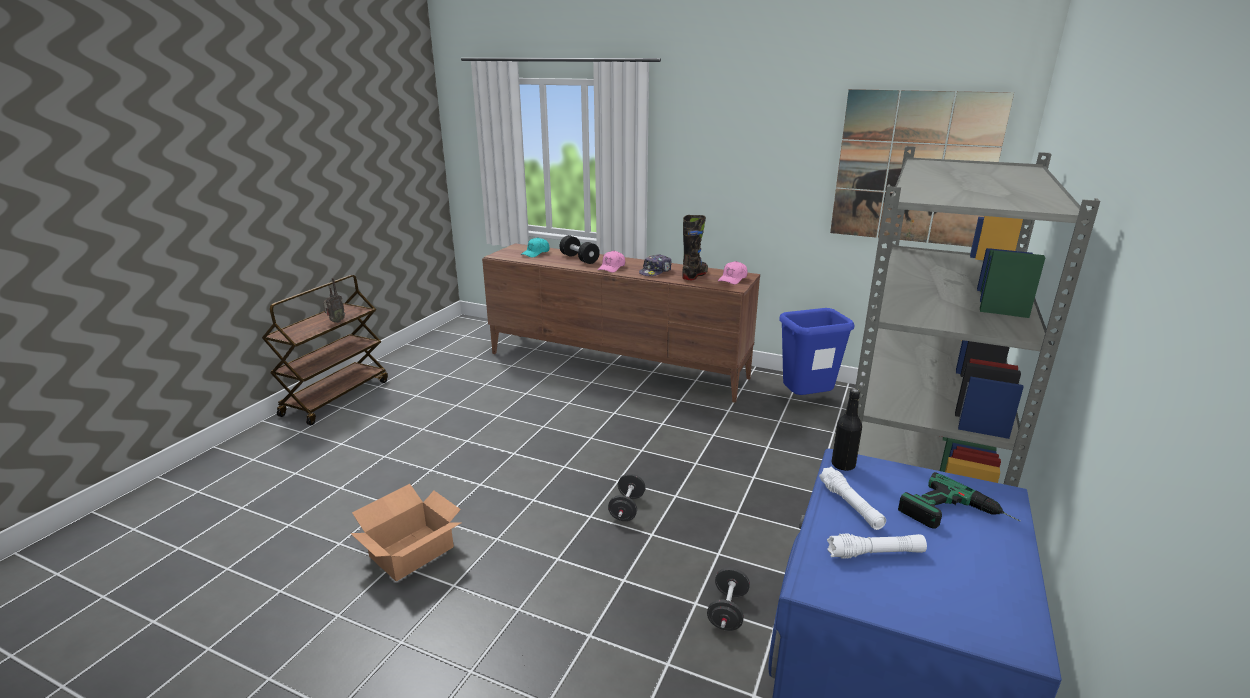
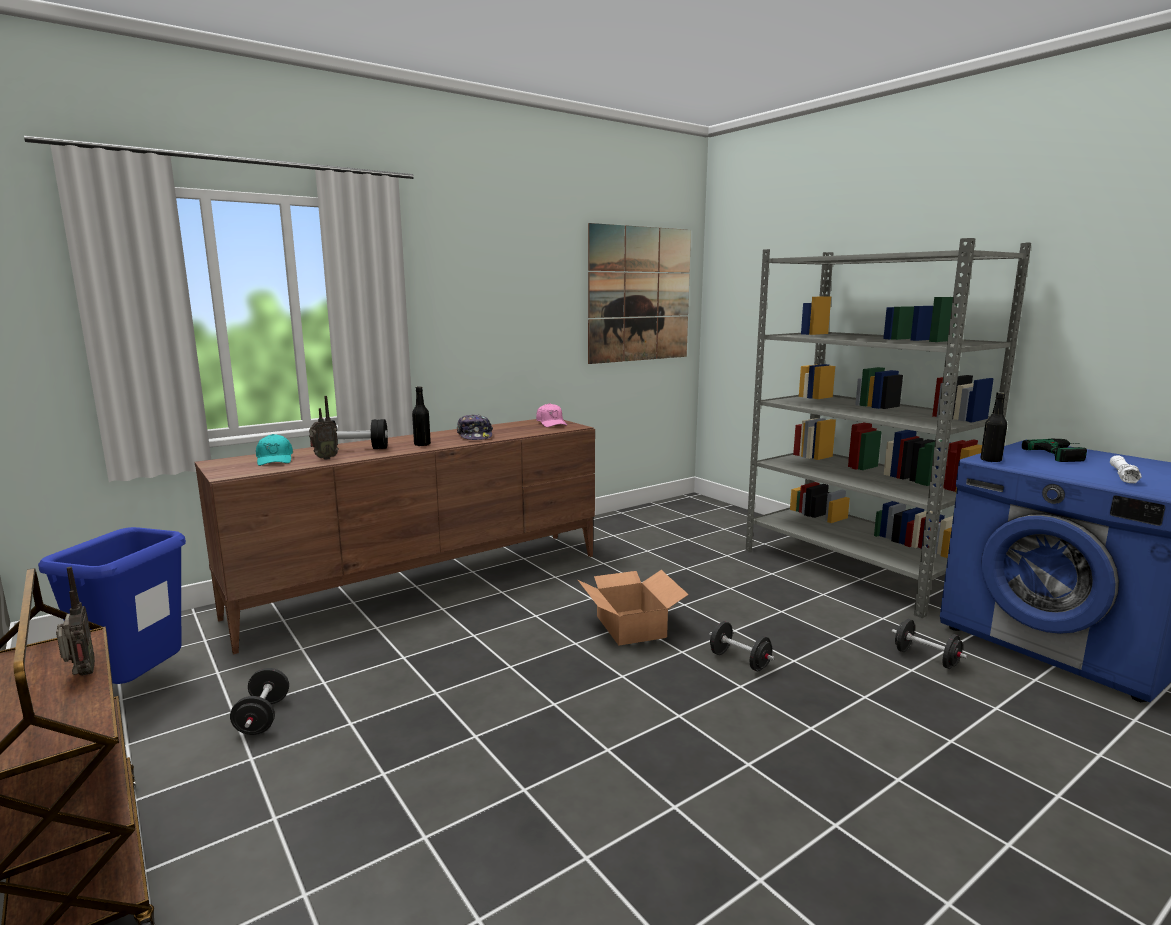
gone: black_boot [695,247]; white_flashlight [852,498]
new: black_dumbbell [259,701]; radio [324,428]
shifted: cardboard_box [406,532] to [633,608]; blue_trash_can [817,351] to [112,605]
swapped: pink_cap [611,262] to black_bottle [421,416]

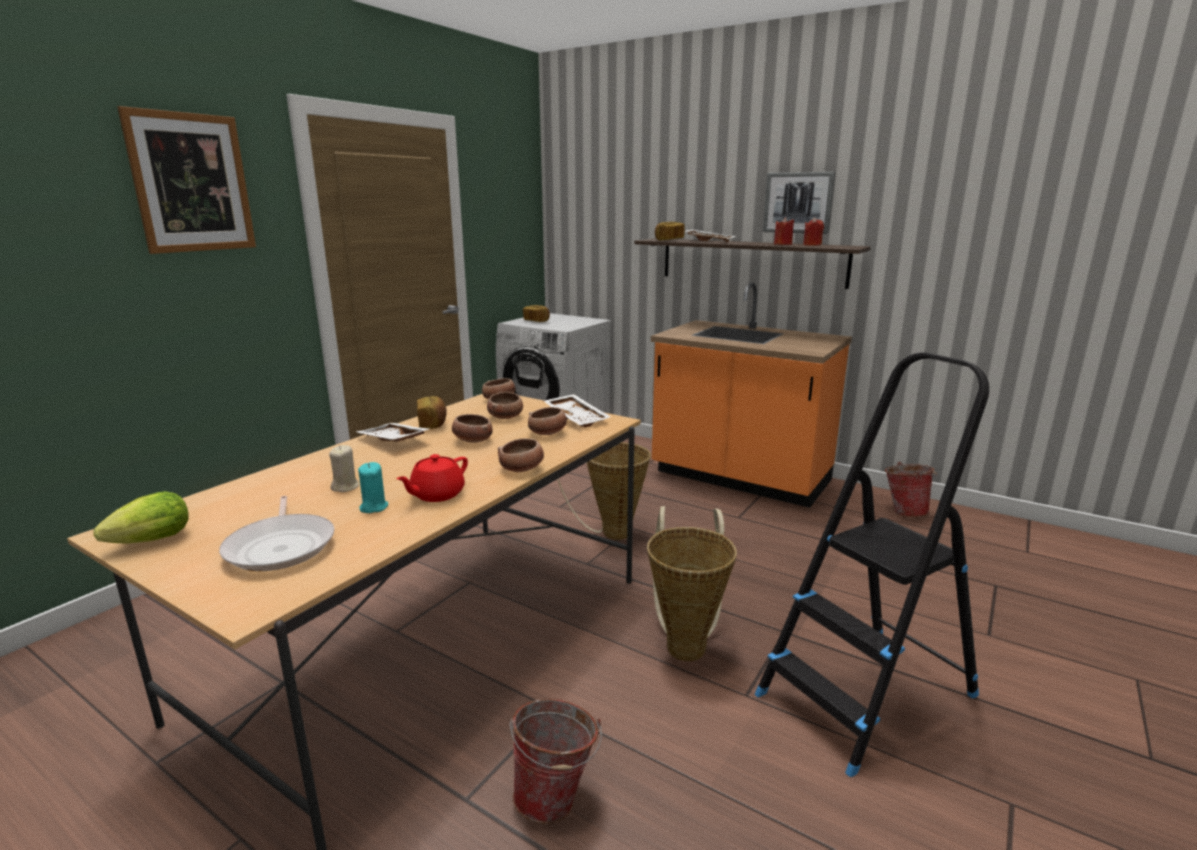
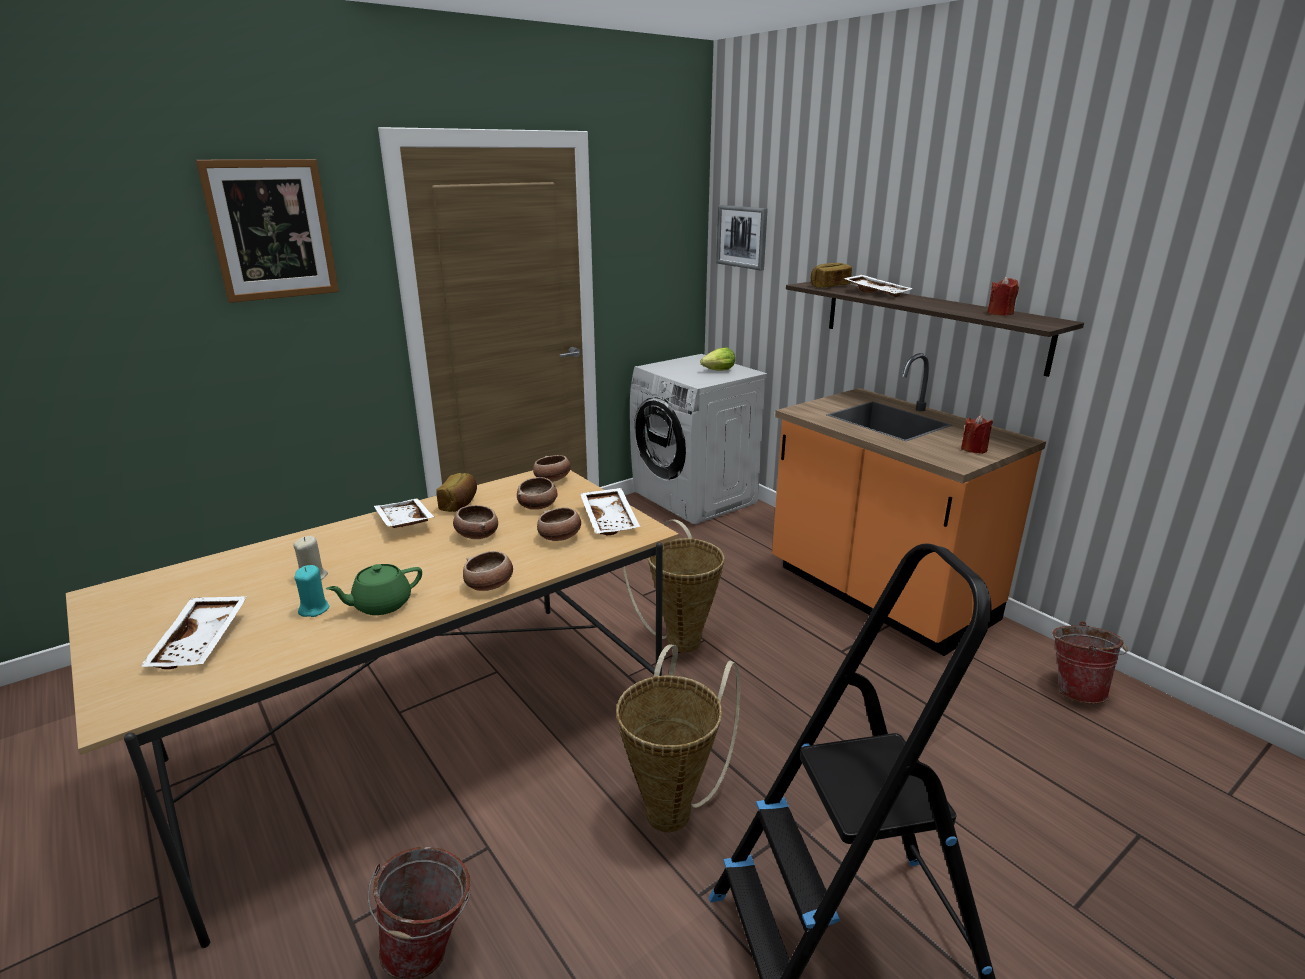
gone: bread [536,313]
shifted: lettuce [141,517] to [717,359]; picture [799,203] to [742,238]; red_candle [784,231] to [977,434]
swapped: frying_pan [276,533] to white_tray [193,632]
repainted: red_teapot [432,478] to green_teapot [374,589]

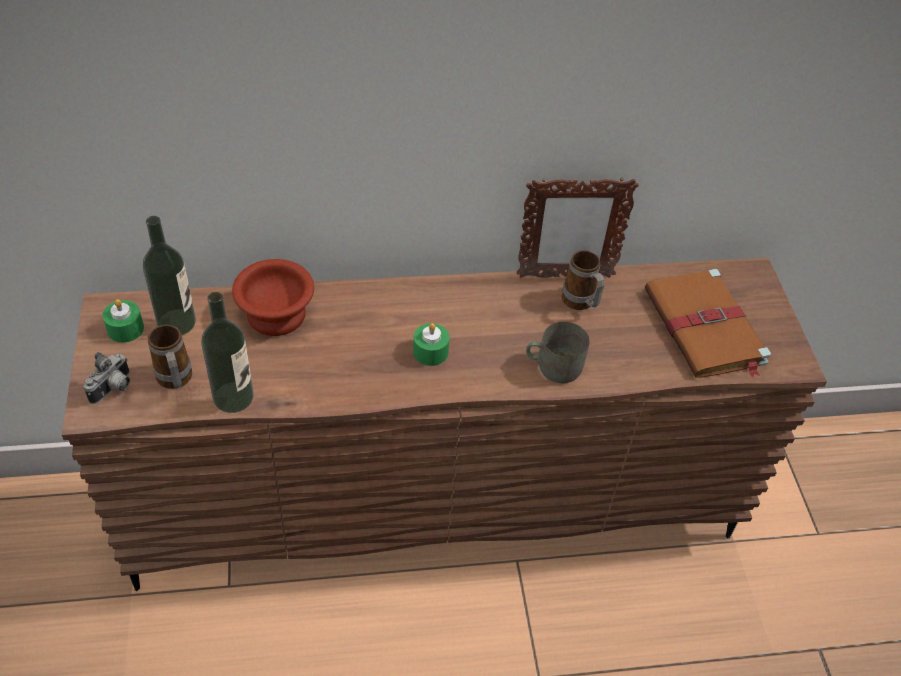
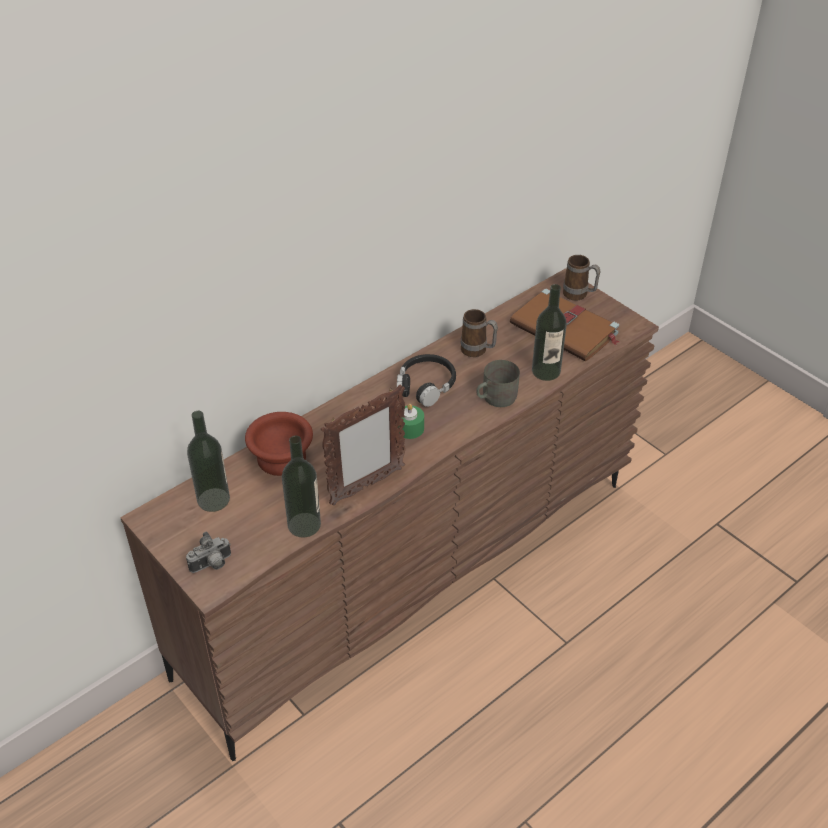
gone: green_candle [123,321]
new: black_headphones [426,380]; bottle [549,332]
shifted: mug [170,357] to [582,278]; picture_frame [578,227] to [362,445]
rotated: photo_camera [106,378] = [208,552] 60 degrees clockwise

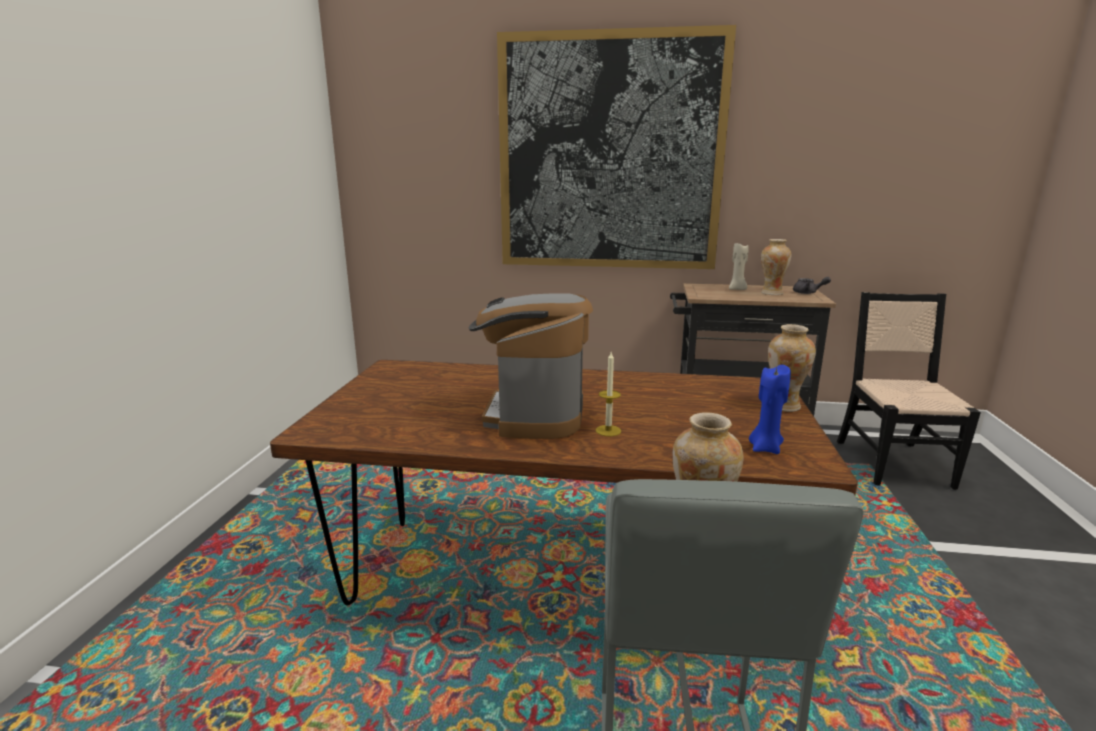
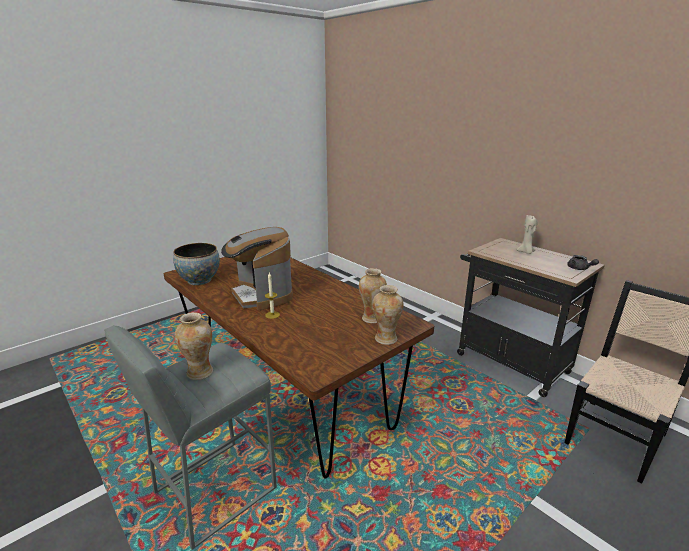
gone: picture [616,147]; blue_candle [770,409]
new: bowl [196,264]
shifted: vase [776,267] to [373,295]
rotated: coffee_machine [531,366] = [257,269] 75 degrees counterclockwise

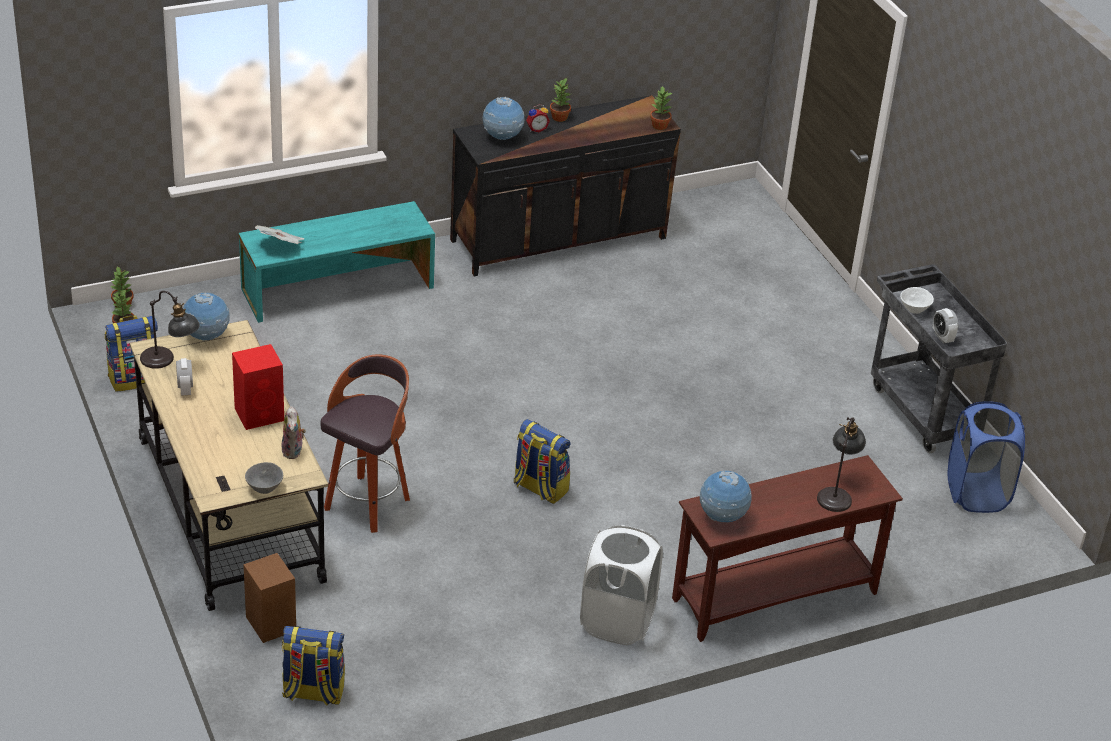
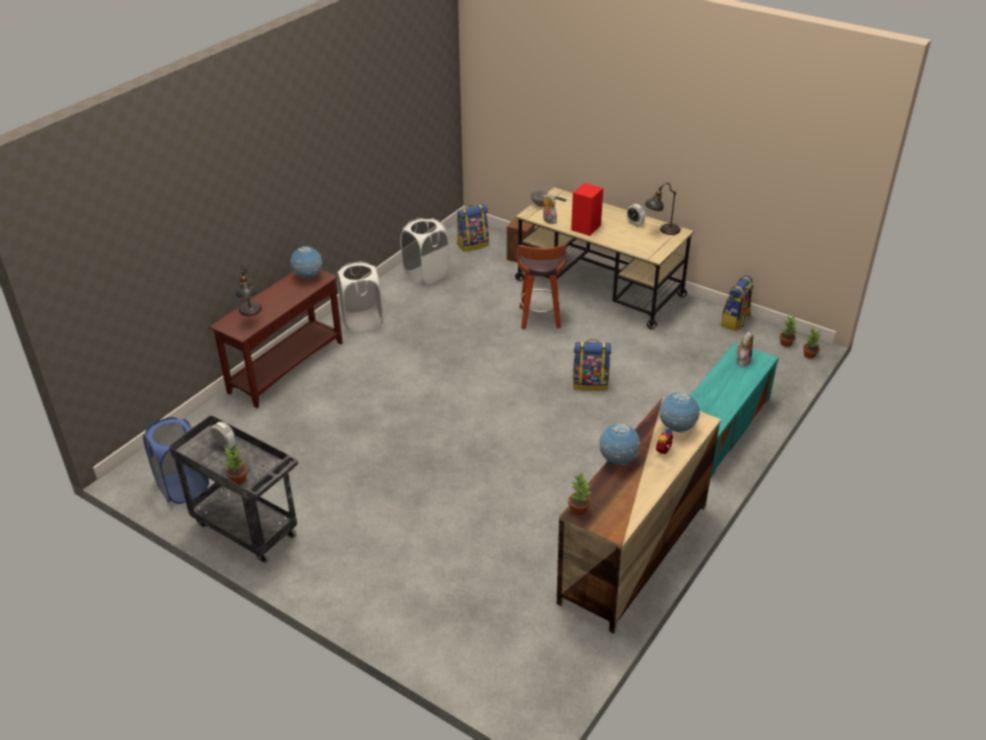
gone: white_bowl [917,300]
new: white_laundry_basket [425,251]
shifted: globe [206,317] to [619,444]; backpack [542,461] to [592,365]; potted_plant [560,100] to [236,465]
swapped: newspaper [279,234] to plush_toy [745,349]
repainted: black_cabinet [565,185] to beige_cabinet [639,515]

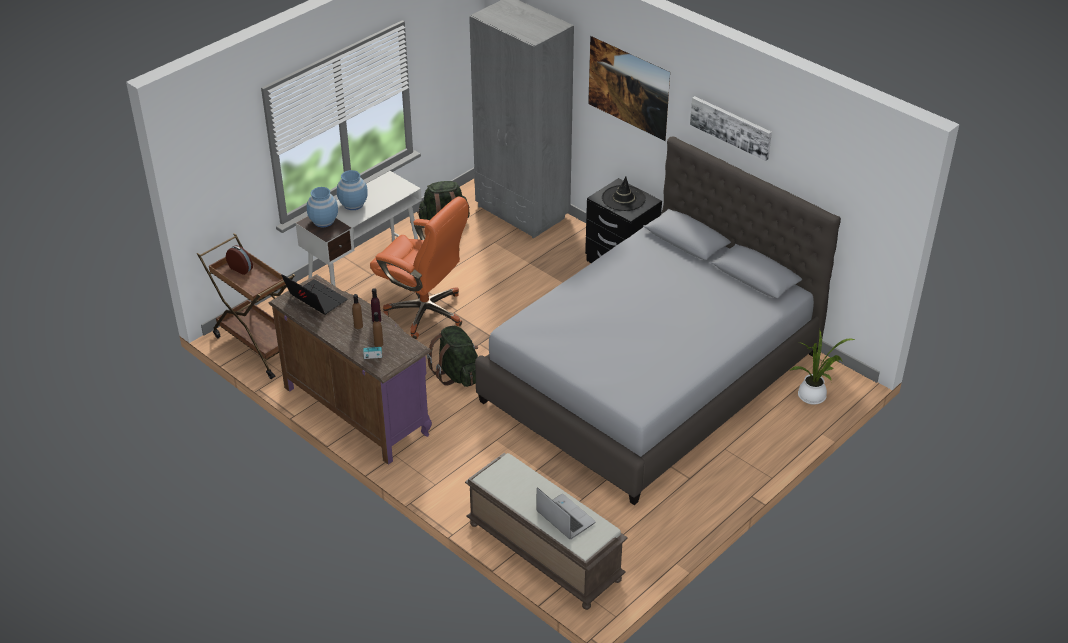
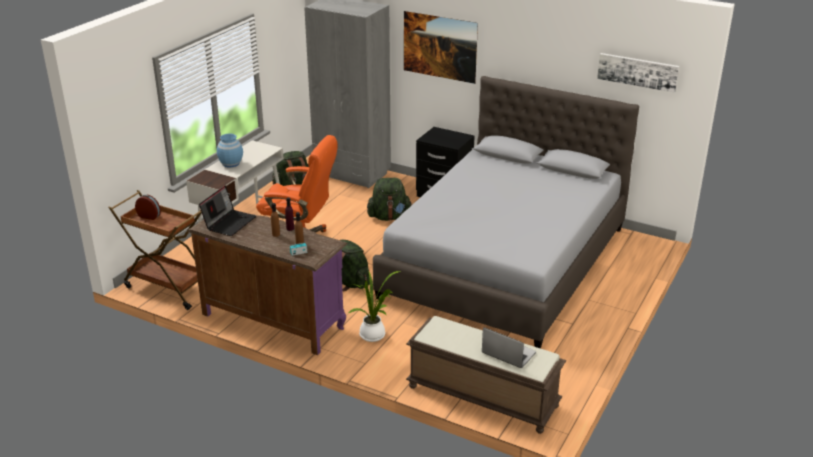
gone: blue_vase [322,207]; black_hat [624,193]
new: green_backpack [389,199]
shifted: picture [731,128] to [638,73]; potted_plant [822,367] to [375,306]
rotated: laptop [314,294] = [227,210] 90 degrees clockwise

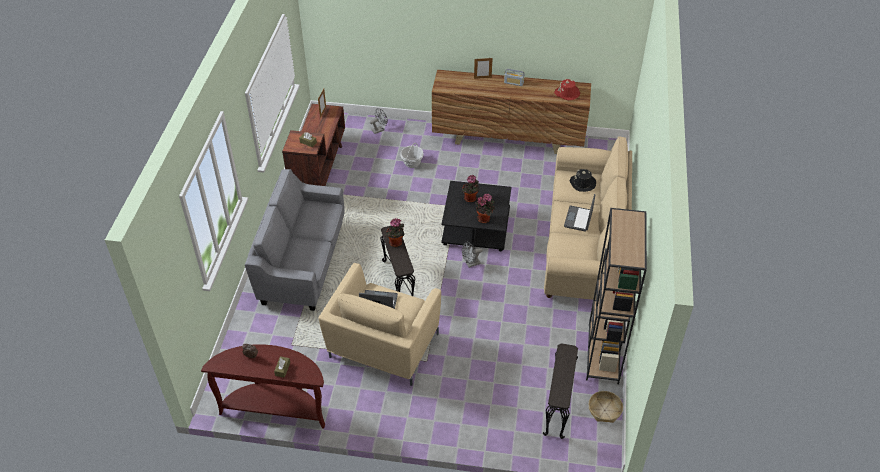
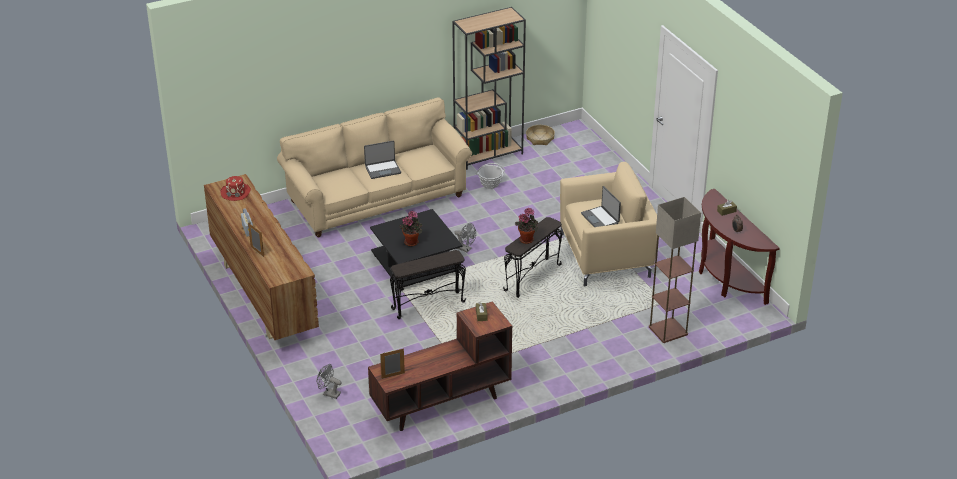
gone: grey_sofa [295,240]; potted_plant [485,208]; black_hat [583,180]
new: floor_lamp [675,270]
shifted: basket [412,155] to [490,176]; black_side_table [560,391] to [428,284]

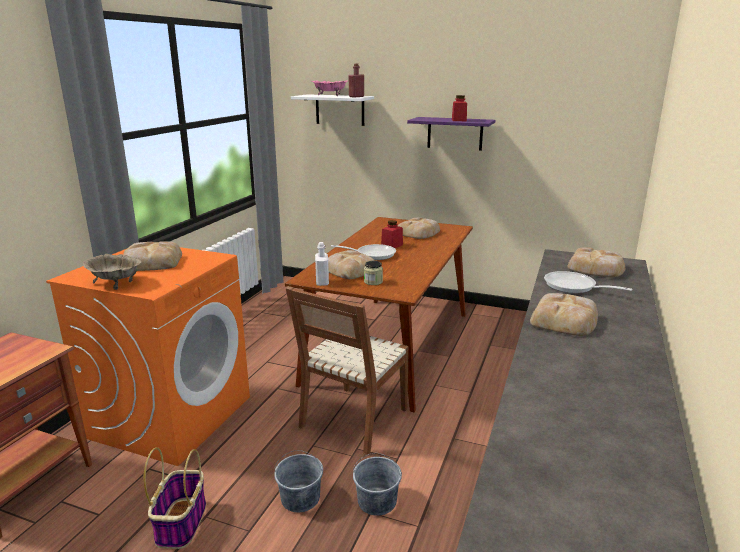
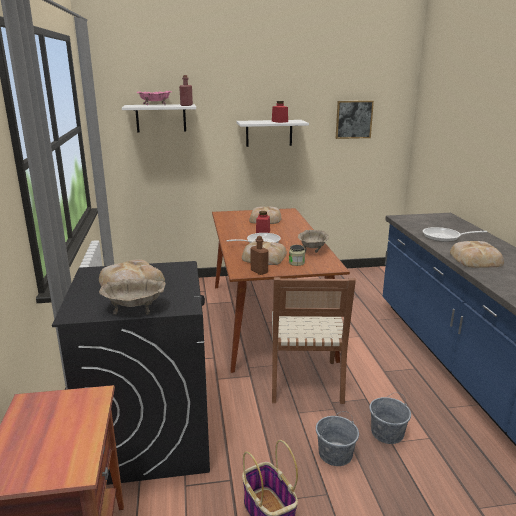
gone: bread [596,262]
new: beige_bowl [313,241]; picture [355,120]
repainted: orange_washing_machine [148,356] to black_washing_machine [131,373]; white_bottle [322,264] to brown_bottle [259,255]; purple_shelf [451,134] to white_shelf [272,133]

